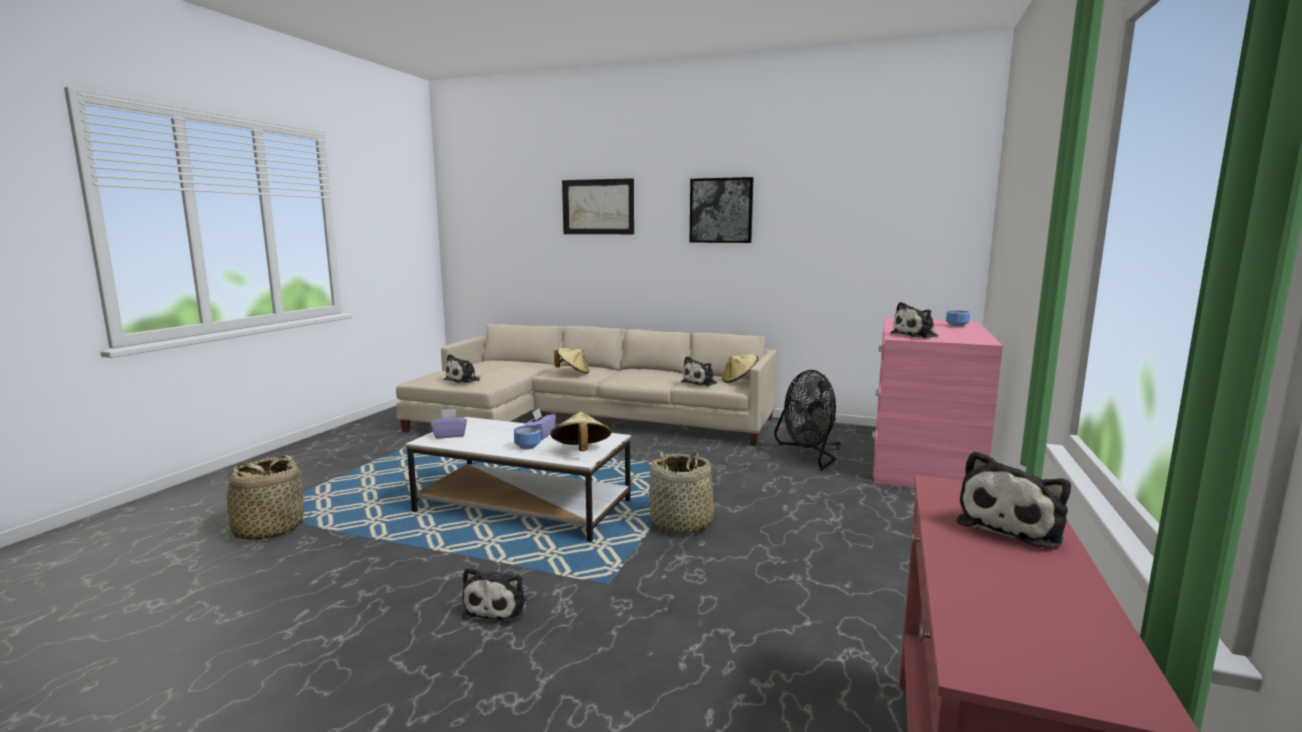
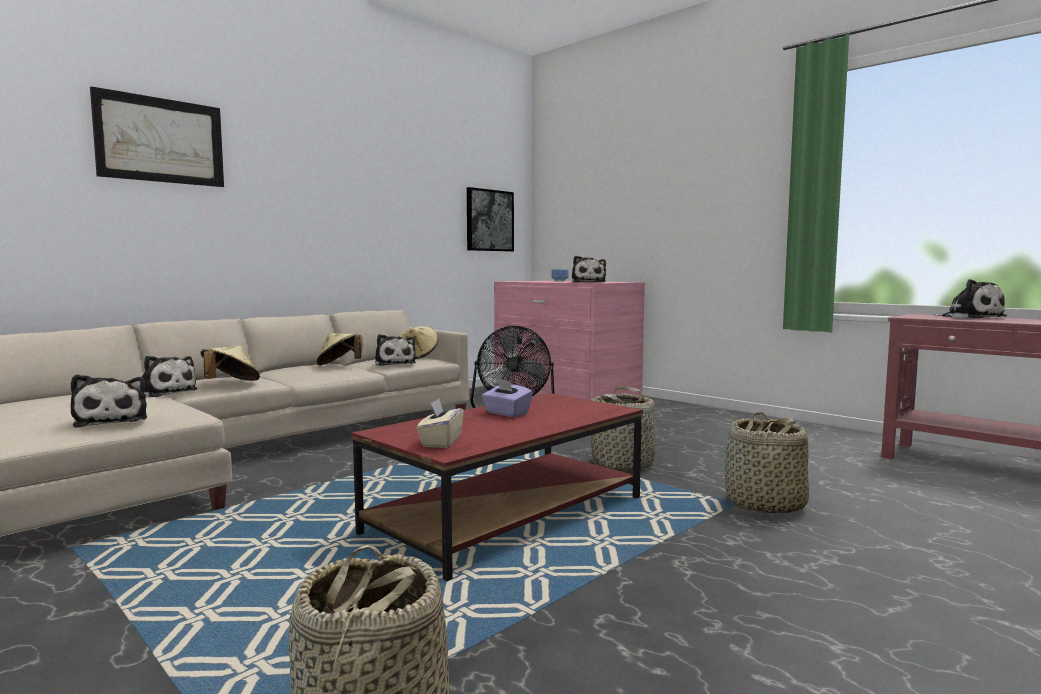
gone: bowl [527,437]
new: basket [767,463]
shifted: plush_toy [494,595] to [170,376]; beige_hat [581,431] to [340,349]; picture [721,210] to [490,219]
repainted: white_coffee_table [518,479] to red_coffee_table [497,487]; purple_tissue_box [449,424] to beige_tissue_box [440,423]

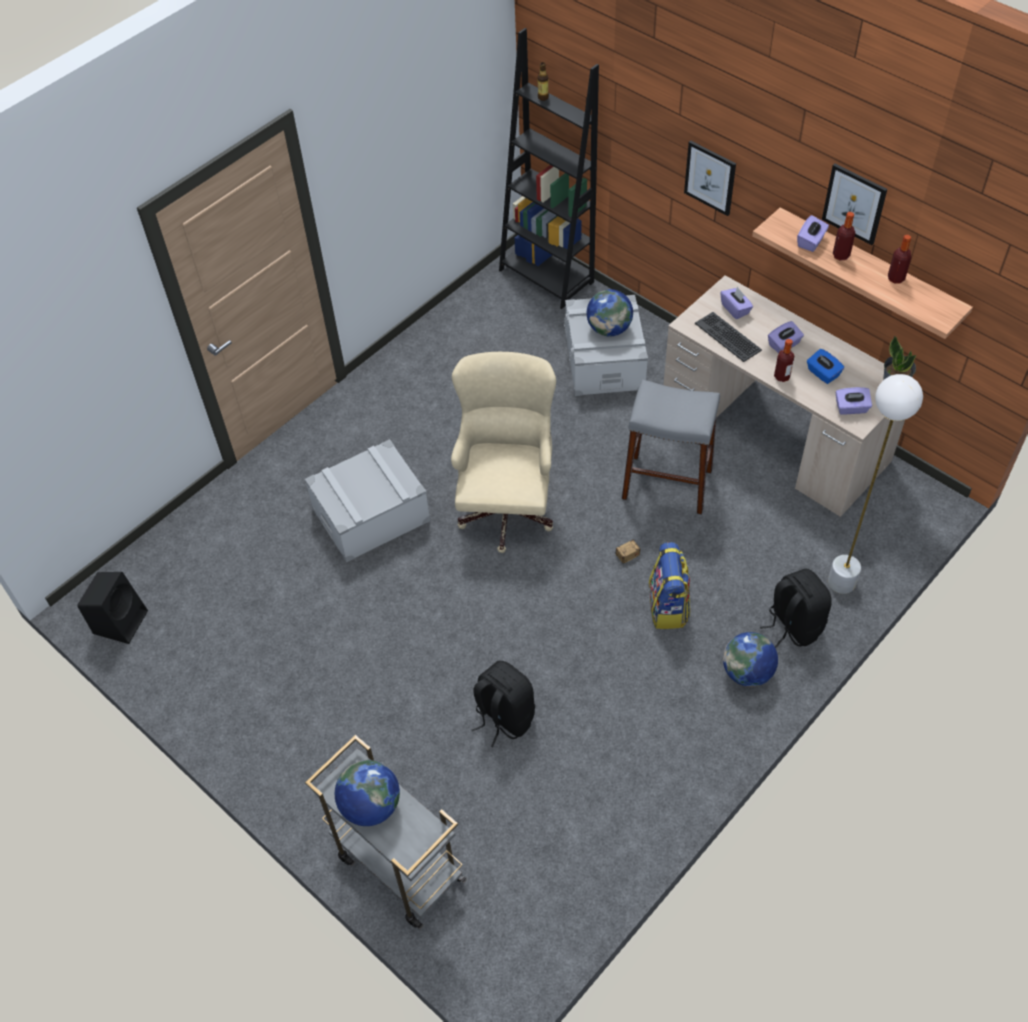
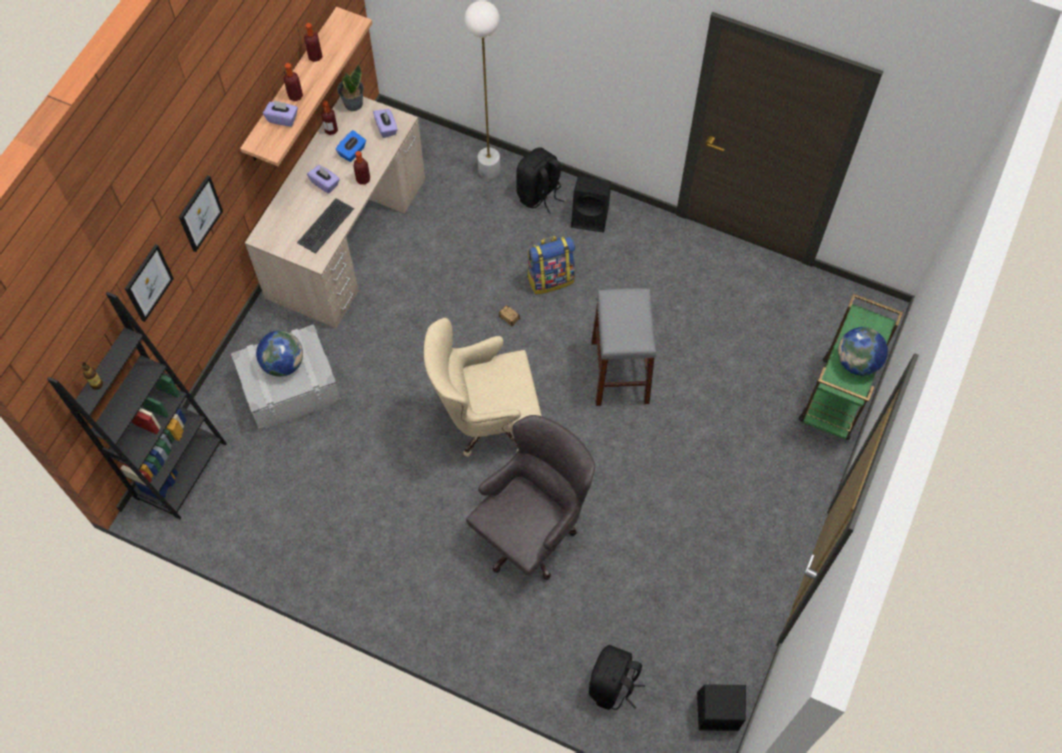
gone: purple_tissue_box [736,303]
new: bottle [329,118]
shifted: black_backpack [503,704] to [617,677]; grey_stool [671,447] to [623,347]; picture [854,204] to [149,283]
swapped: grey_storage_box [367,500] to grey_office_chair [530,497]; globe [750,659] to black_speaker [591,204]
repainted: grey_cart [386,832] to green_cart [851,366]

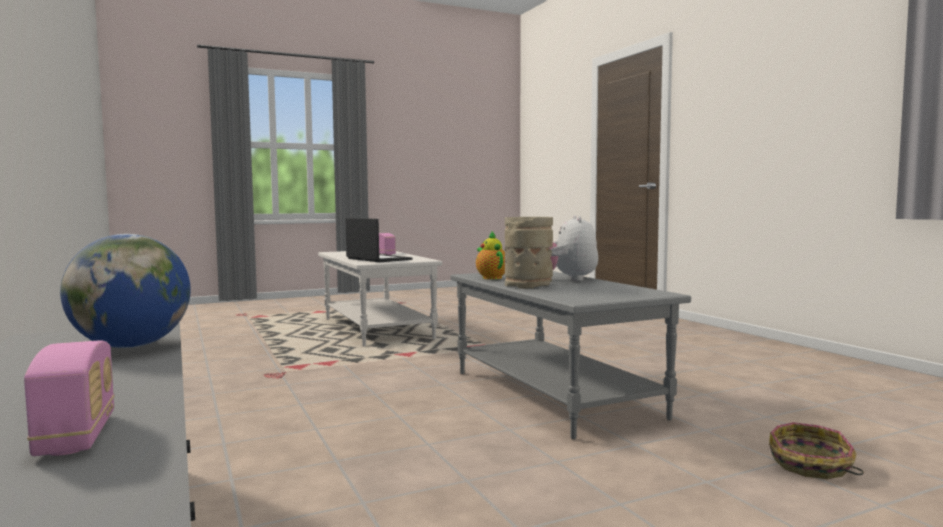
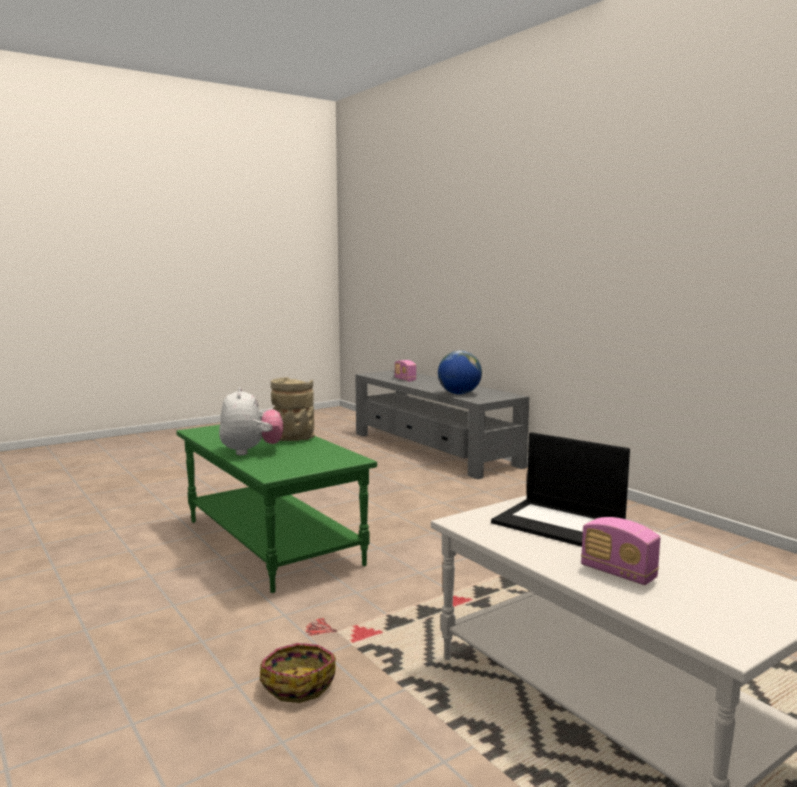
gone: teapot [490,255]
shifted: basket [816,450] to [298,673]
repainted: grey_coffee_table [571,355] to green_coffee_table [276,509]

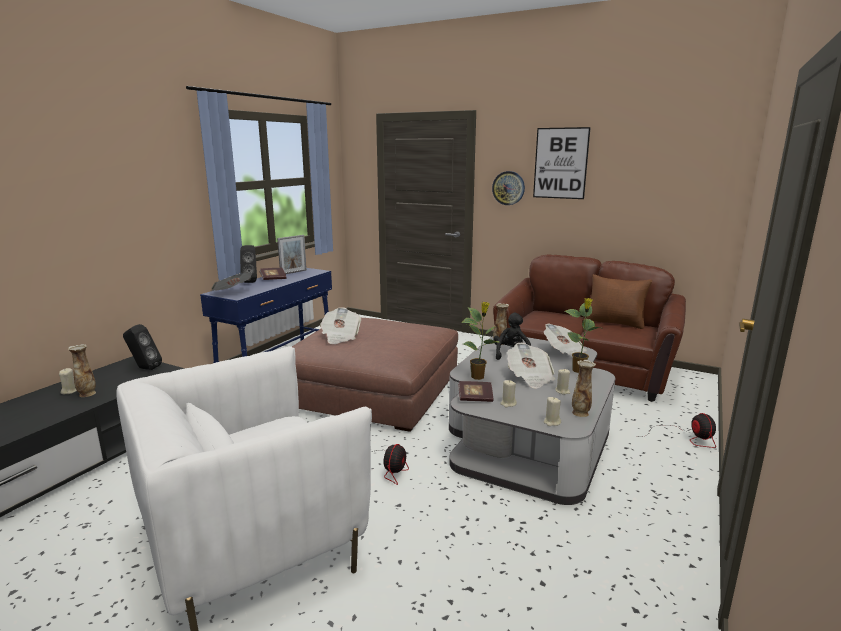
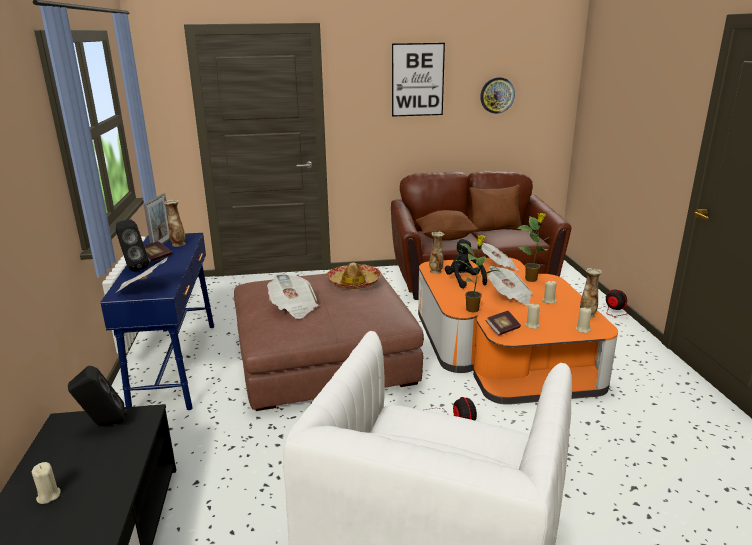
new: hat [353,275]; brown_pillow [447,225]
shifted: vase [82,370] to [174,223]; wall_clock [508,188] to [497,95]
repainted: grey_coffee_table [532,420] to orange_coffee_table [518,331]

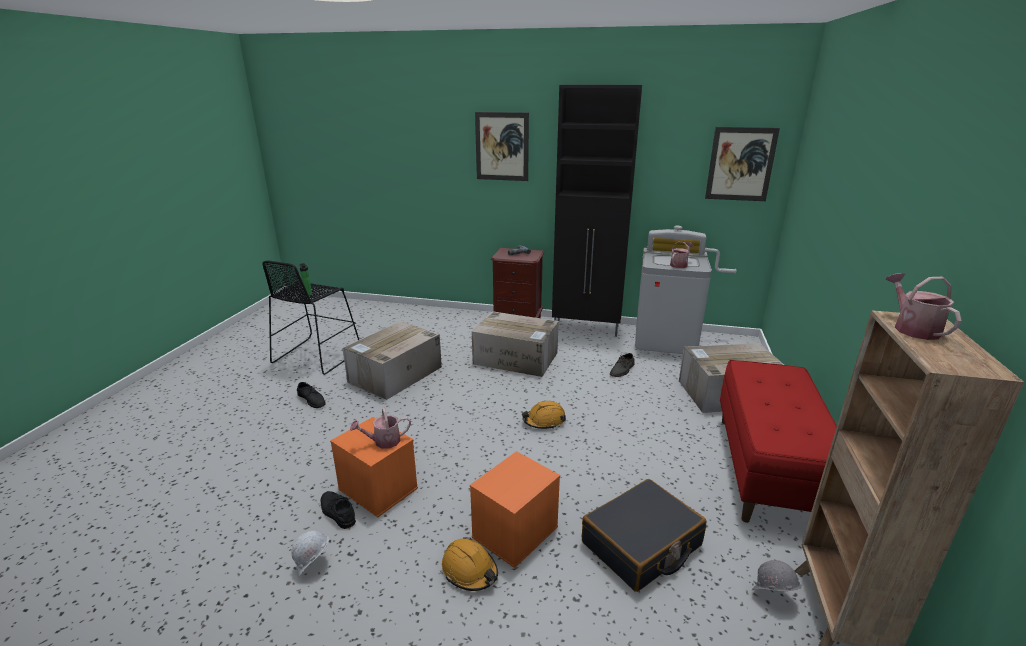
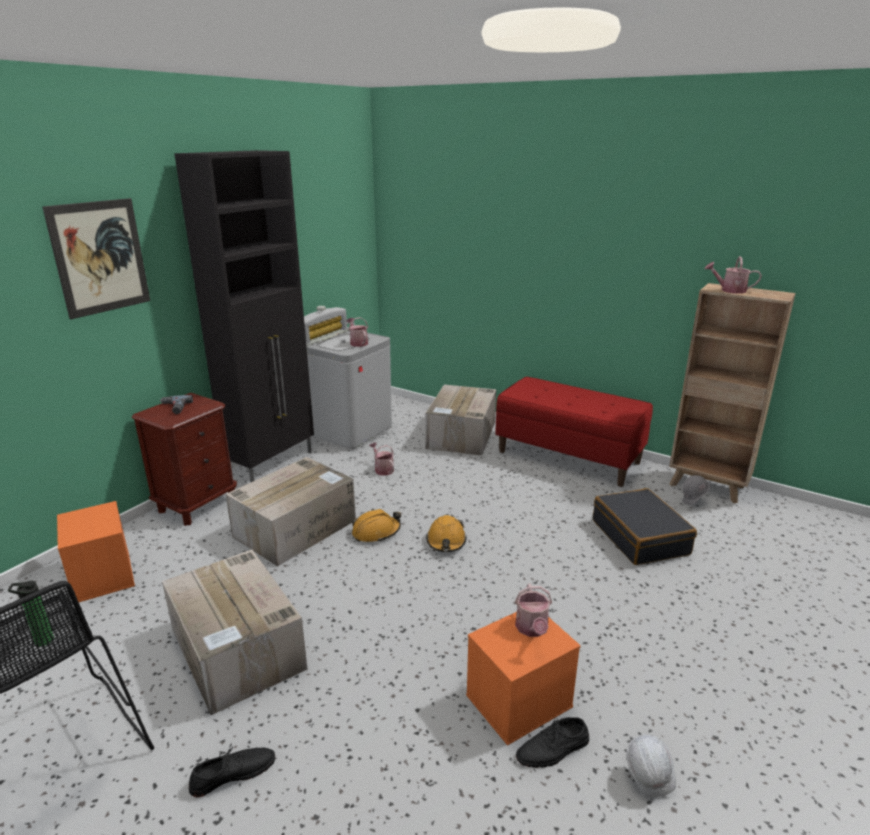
gone: picture [742,164]
shifted: orange_hard_hat [470,564] to [376,525]; orange_storage_box [515,509] to [96,551]
swapped: grey_shoe [622,365] to watering_can [381,459]

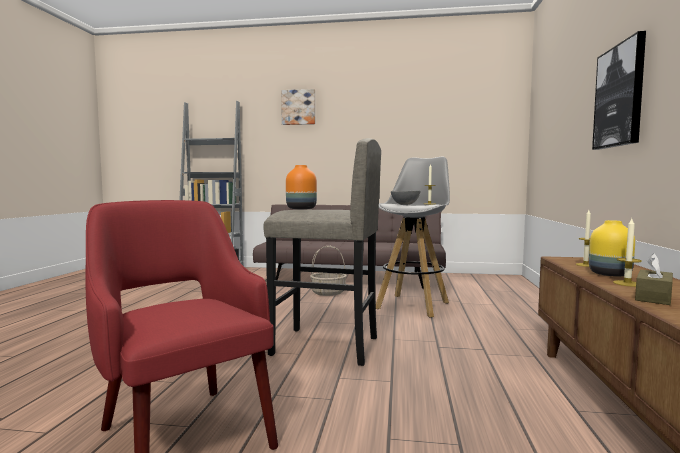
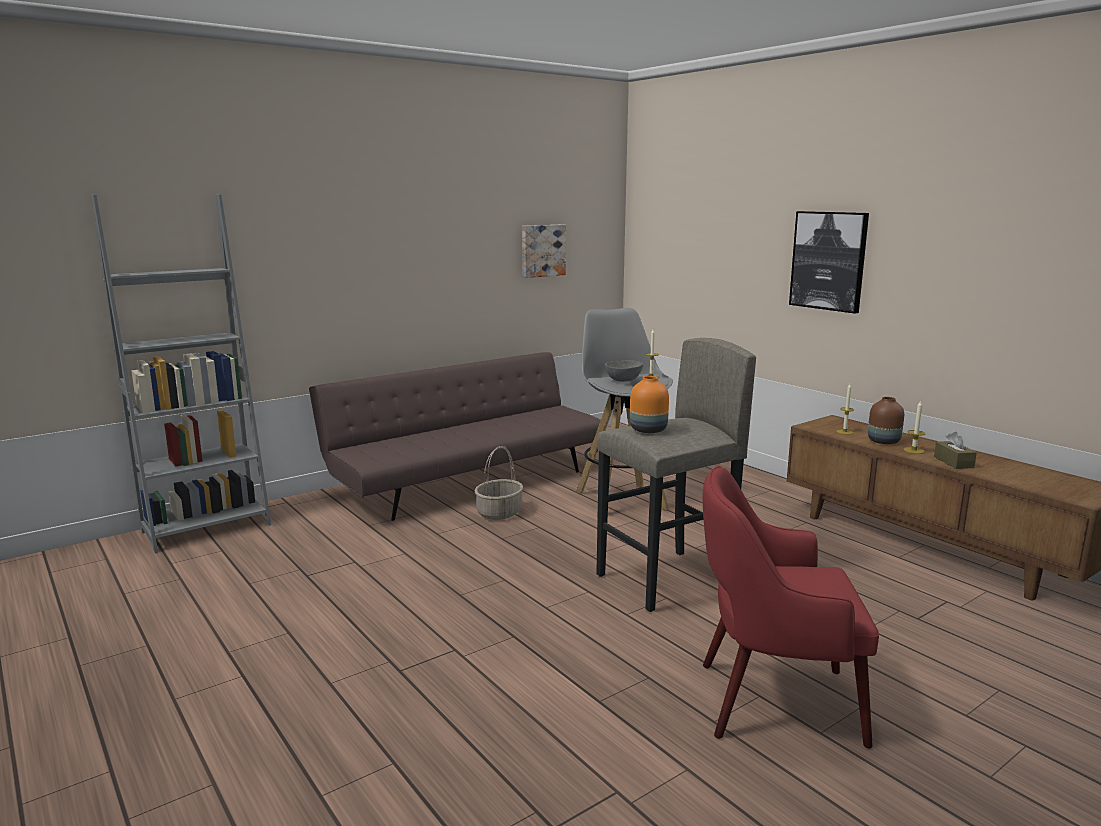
shifted: picture [298,107] to [544,251]
repainted: yellow_vase [612,248] to brown_vase [886,420]

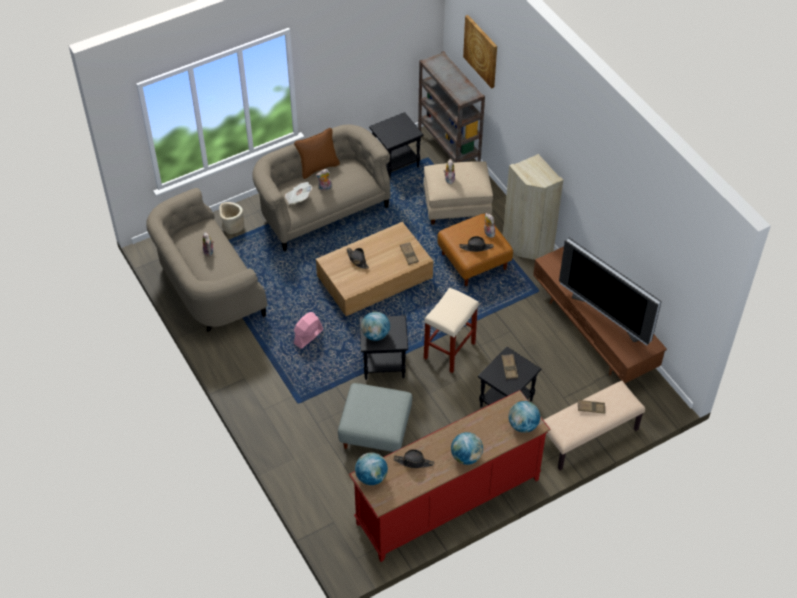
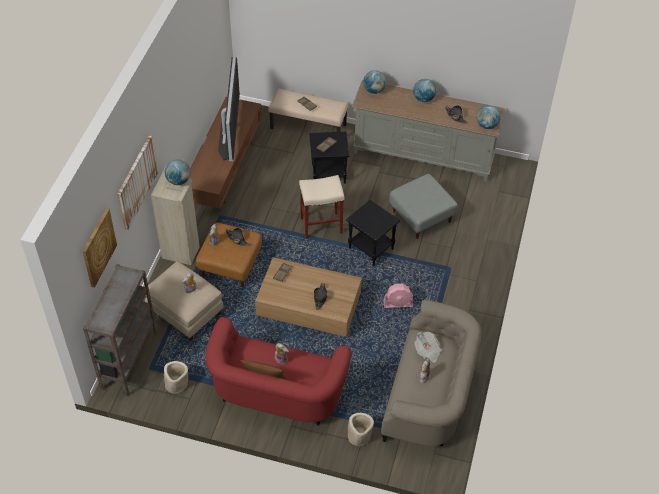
new: picture [137,183]
shifted: newspaper [298,193] to [428,347]; globe [375,326] to [178,172]
swapped: black_side_table [396,145] to beige_planter [176,377]
repainted: beige_sofa [321,188] to red_sofa [278,371]; red_cabinet [450,476] to grey_cabinet [428,131]

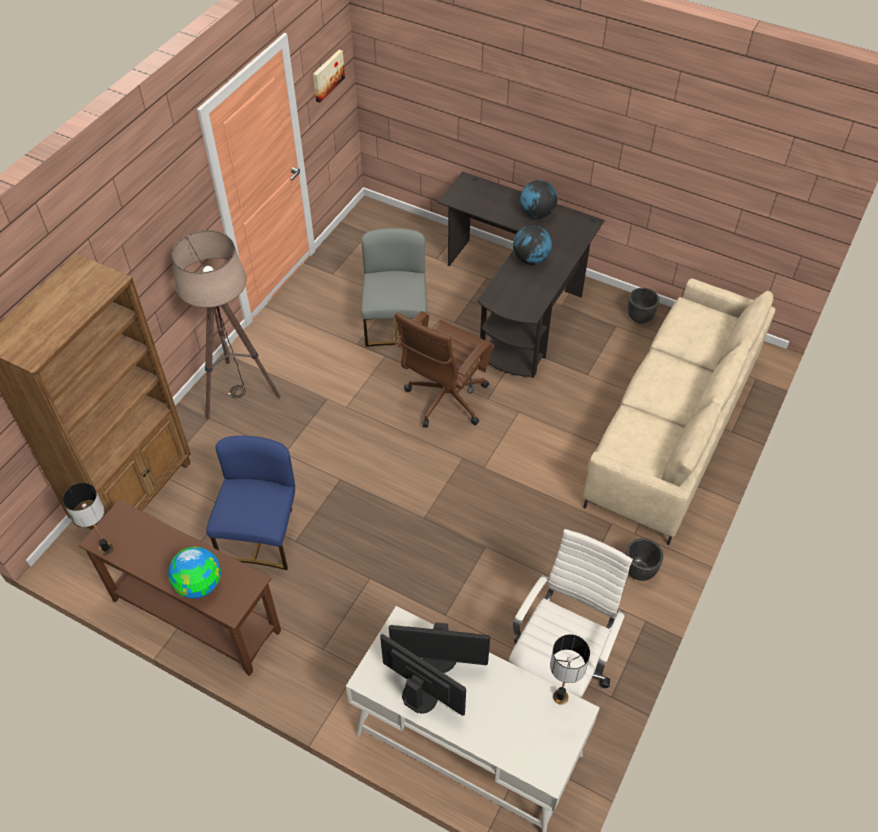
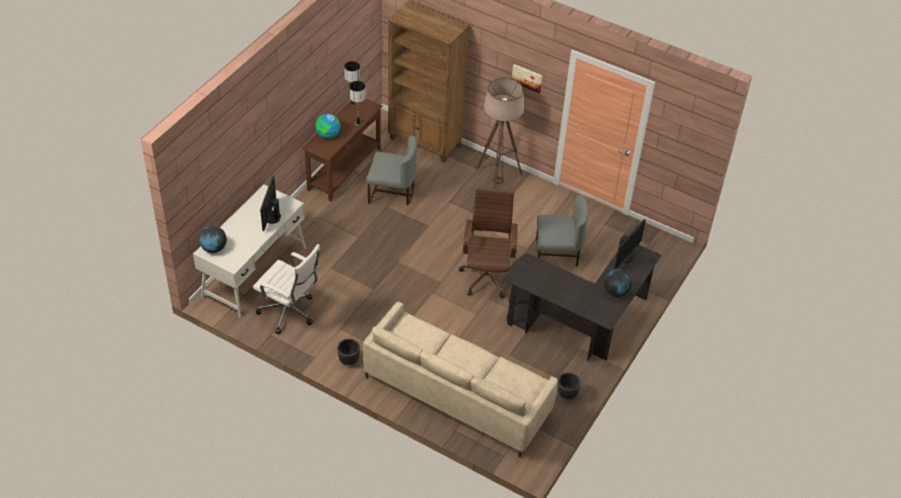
shifted: picture [329,76] to [527,78]; monitor [423,674] to [630,244]; globe [532,245] to [213,239]; table_lamp [570,669] to [358,103]
repainted: blue_chair [250,503] to grey_chair [391,170]
rotated: brown_office_chair [444,369] = [488,243] 60 degrees clockwise

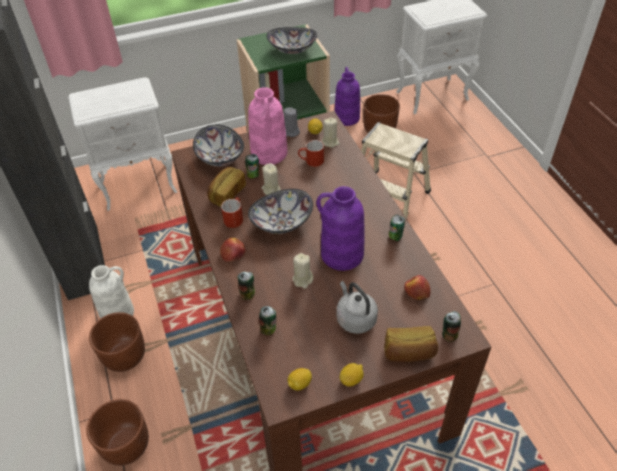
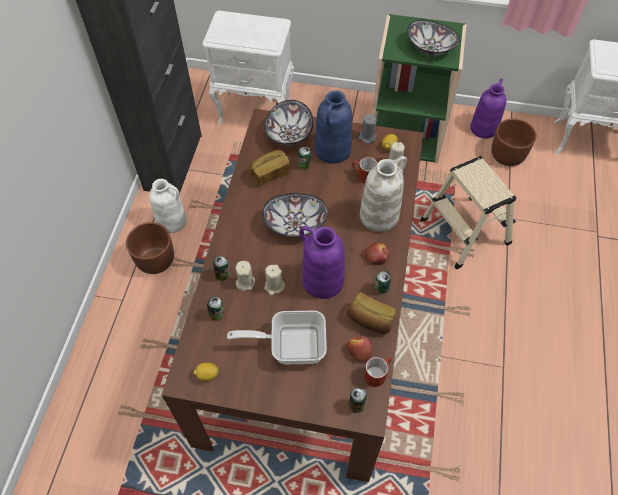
gone: brown_planter [117,432]; lemon [352,375]
new: white_vase [383,194]
shifted: apple [232,249] to [376,254]; red_mug [232,212] to [378,372]; beige_candle [271,179] to [245,276]; bread [411,344] to [371,313]
swapped: grey_kettle [357,307] to frying_pan [277,337]
repainted: pink_vase [268,126] to blue_vase [333,127]

